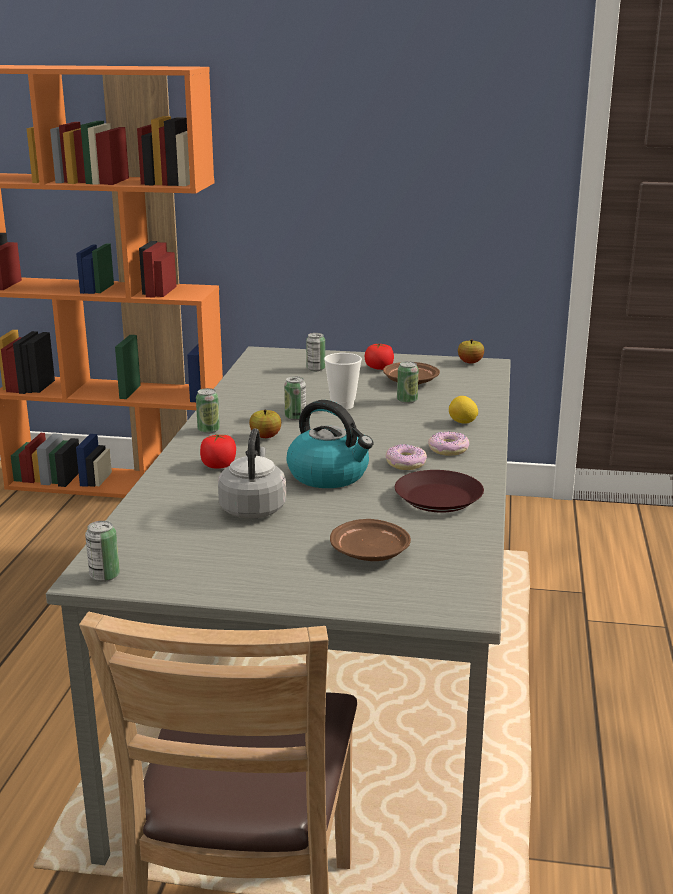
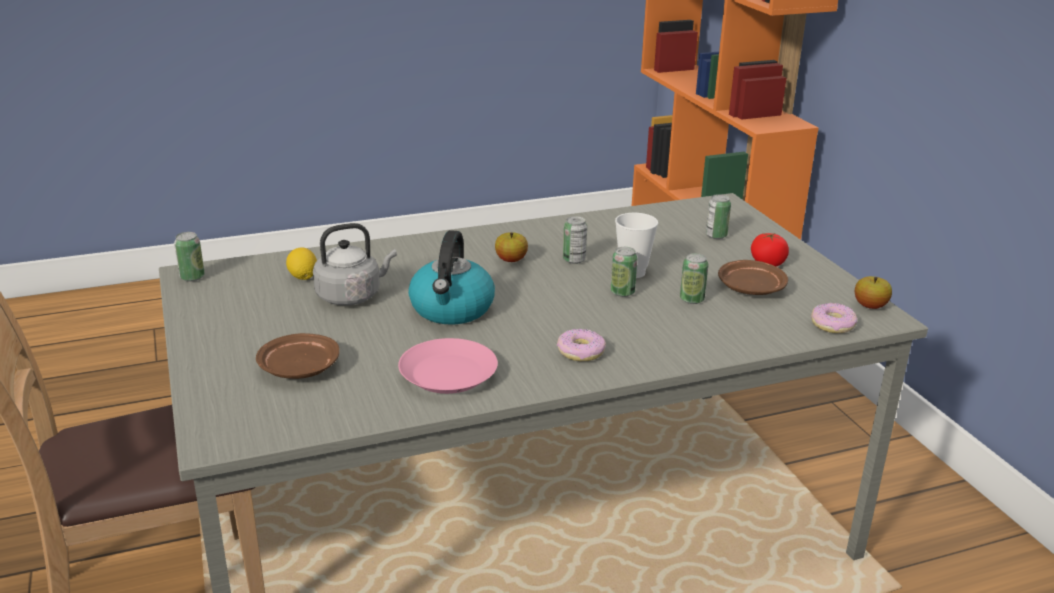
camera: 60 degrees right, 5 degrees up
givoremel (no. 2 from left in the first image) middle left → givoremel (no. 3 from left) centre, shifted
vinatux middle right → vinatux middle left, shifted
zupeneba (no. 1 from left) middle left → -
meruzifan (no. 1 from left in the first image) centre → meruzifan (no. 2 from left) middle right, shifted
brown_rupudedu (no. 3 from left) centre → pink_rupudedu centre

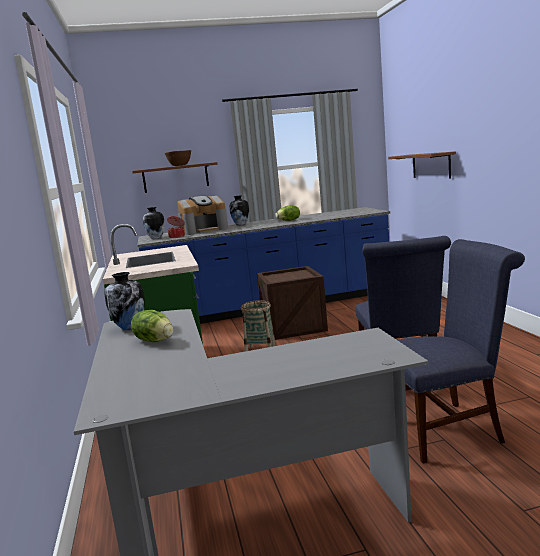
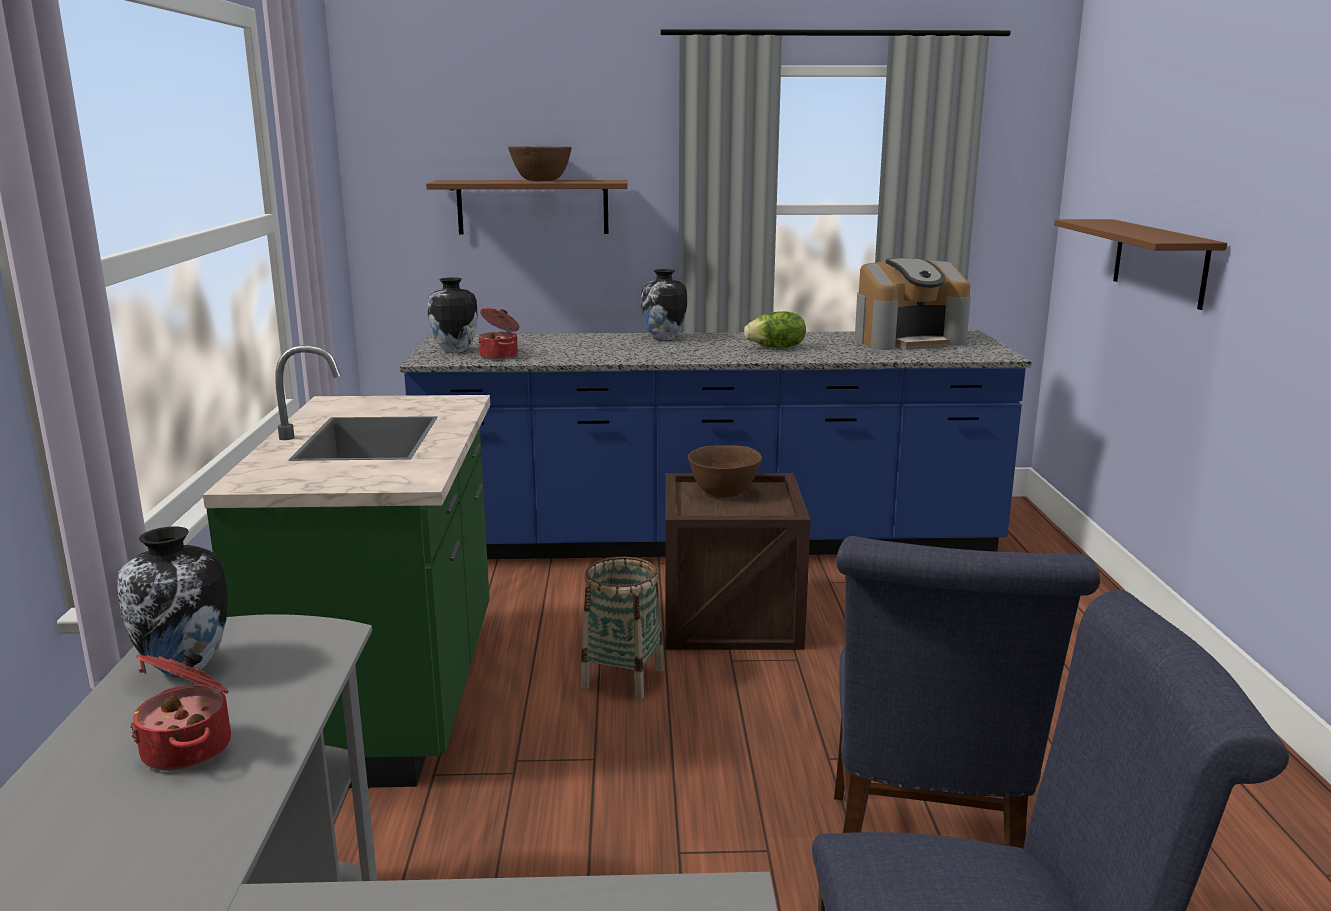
camera: 10 degrees right, 5 degrees up
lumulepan centre → lumulepan middle right, shifted
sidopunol (no. 1 from left) middle left → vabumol (no. 1 from left) bottom left
- → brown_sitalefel (no. 2 from left) centre

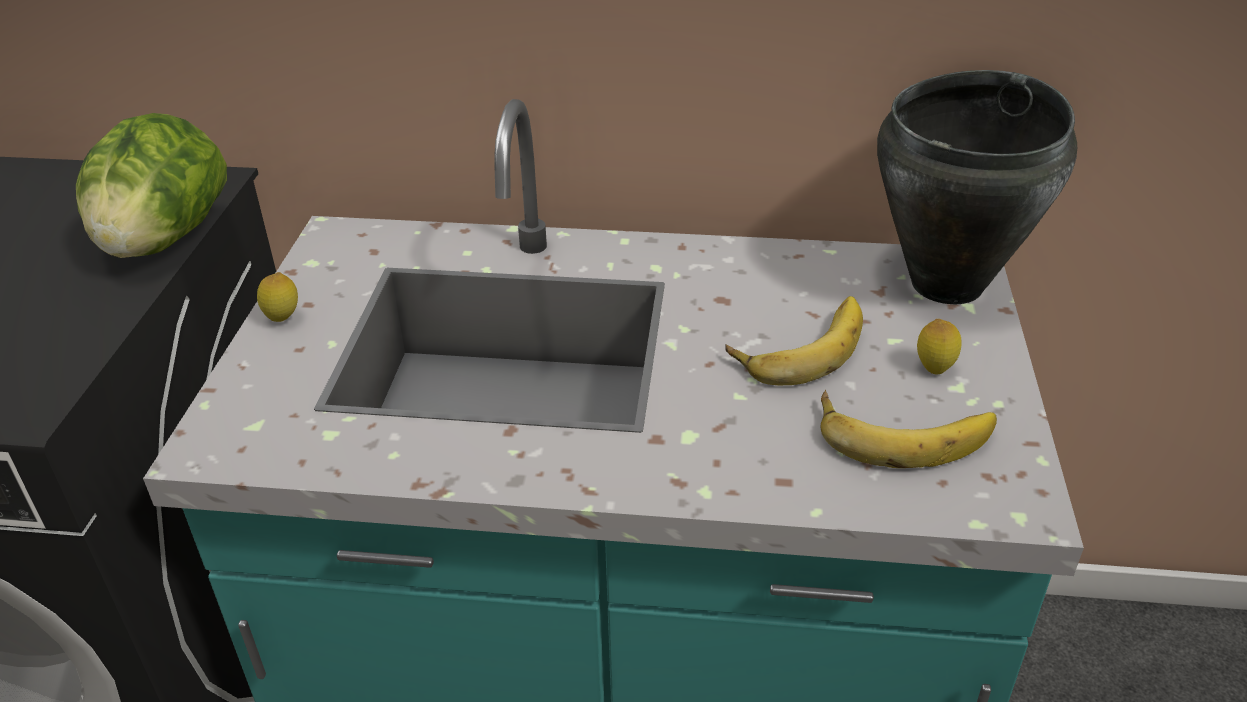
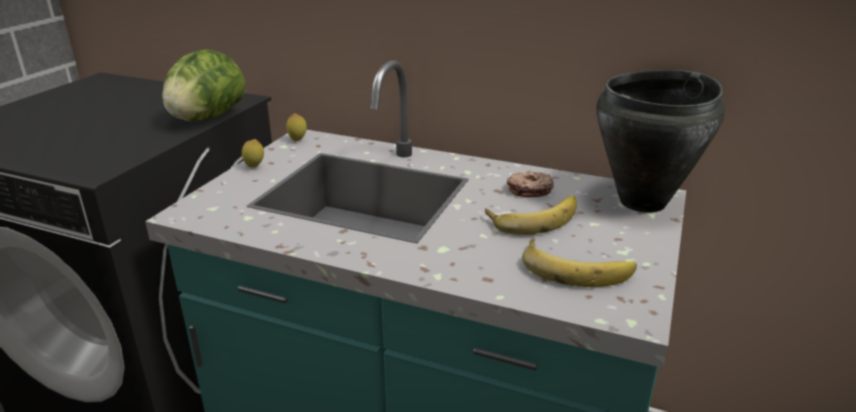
camera: 15 degrees right, 10 degrees down
vinatux (no. 2 from left) middle right → vinatux (no. 2 from left) top centre, shifted
- → meruzifan centre

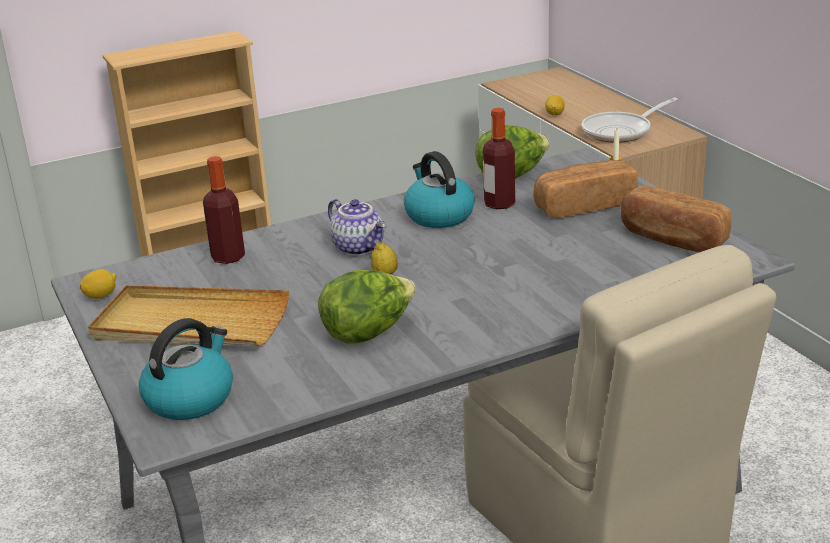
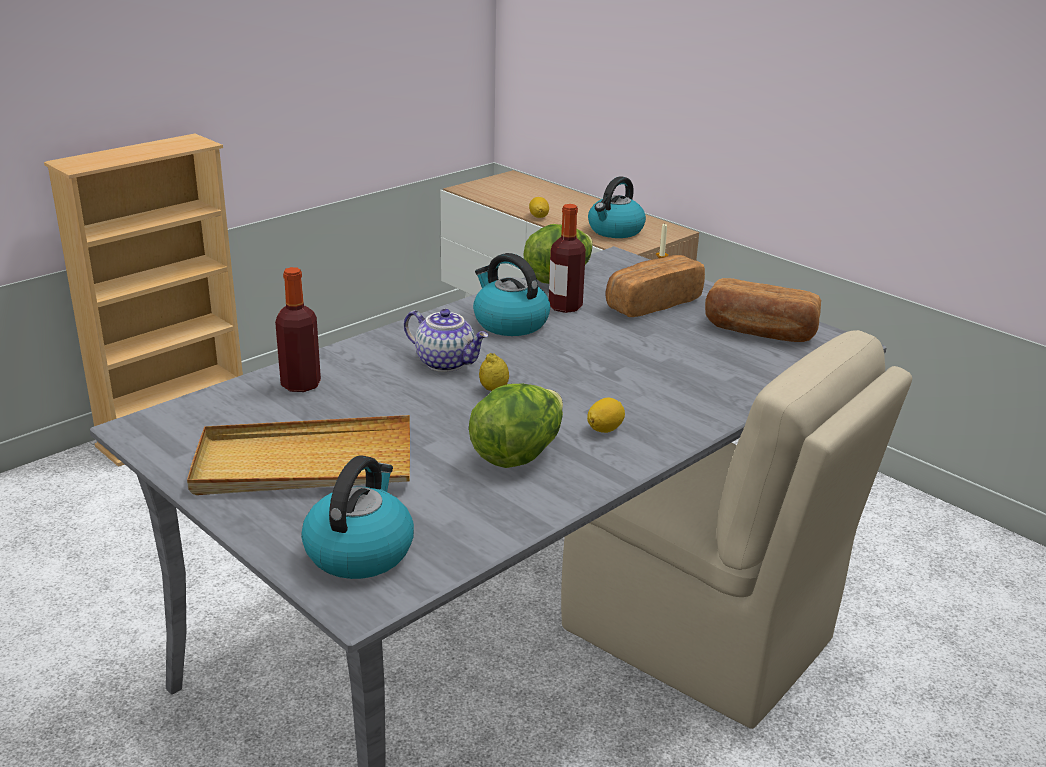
camera: 20 degrees left, 0 degrees up
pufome top right → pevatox (no. 3 from left) top centre
vinatux (no. 1 from left in the first image) middle left → vinatux (no. 3 from left) centre, shifted

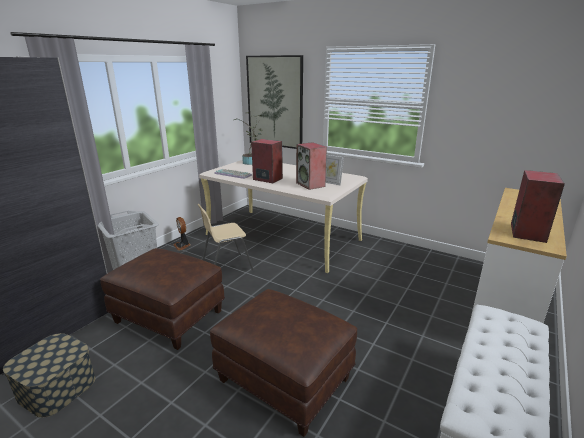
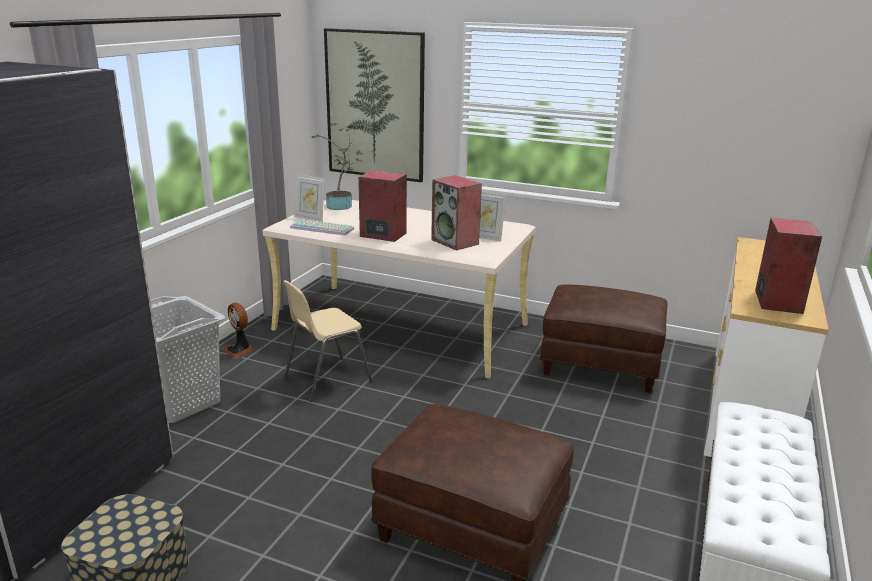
camera: 10 degrees left, 0 degrees up
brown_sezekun (no. 1 from left in the first image) bottom left → brown_sezekun (no. 2 from left) middle right, shifted
- → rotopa (no. 1 from left) centre

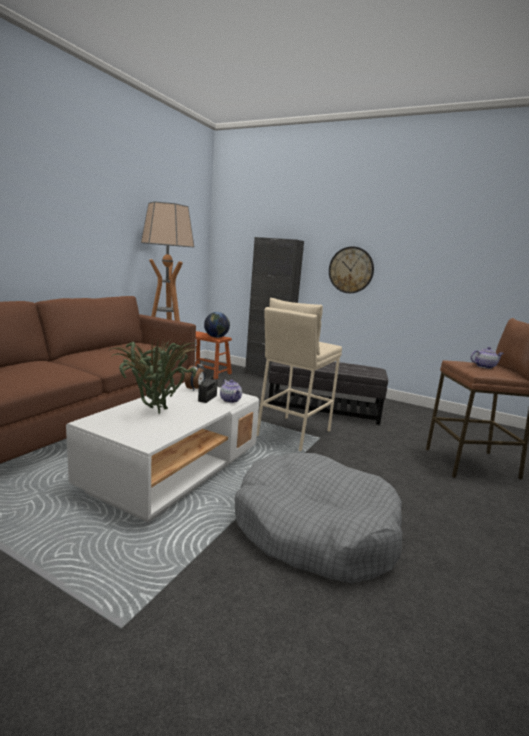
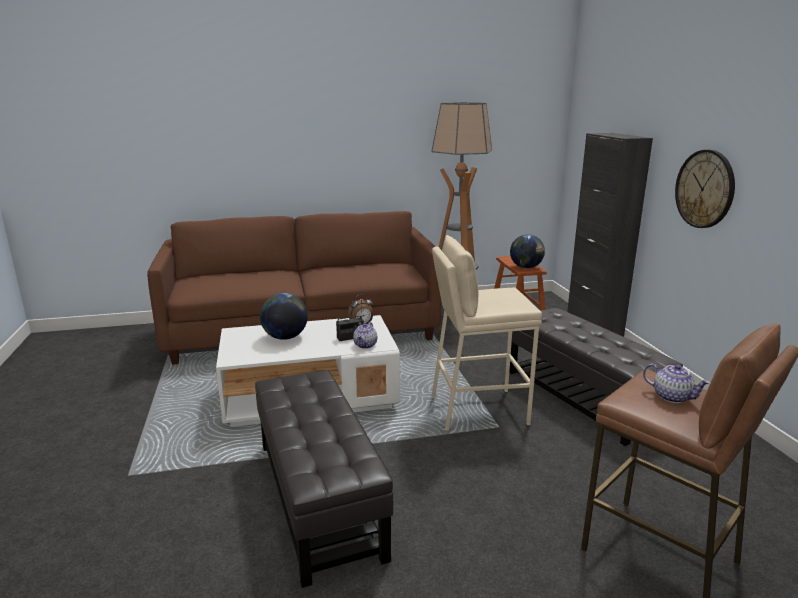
camera: 50 degrees right, 5 degrees up
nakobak middle left → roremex (no. 1 from left) centre
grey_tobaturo bottom centre → black_sezekun (no. 1 from left) bottom centre

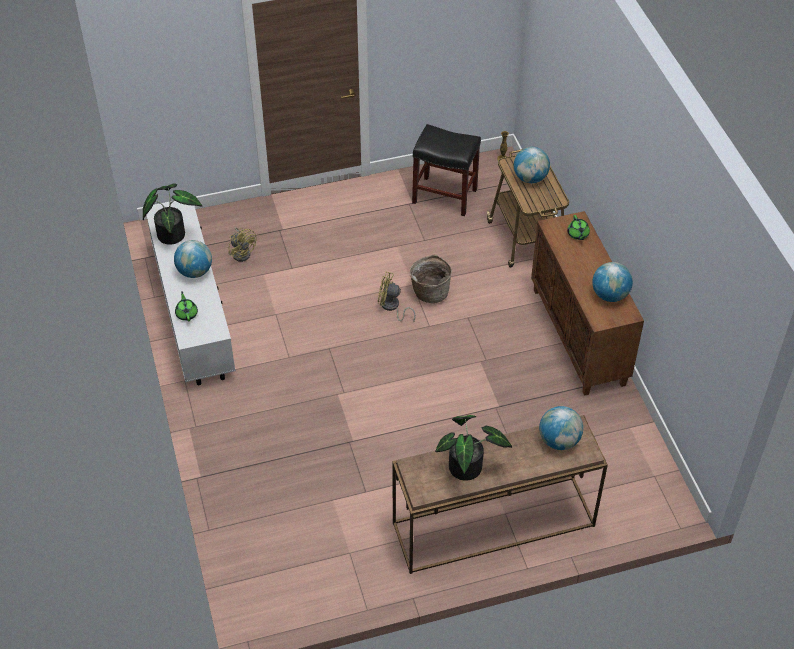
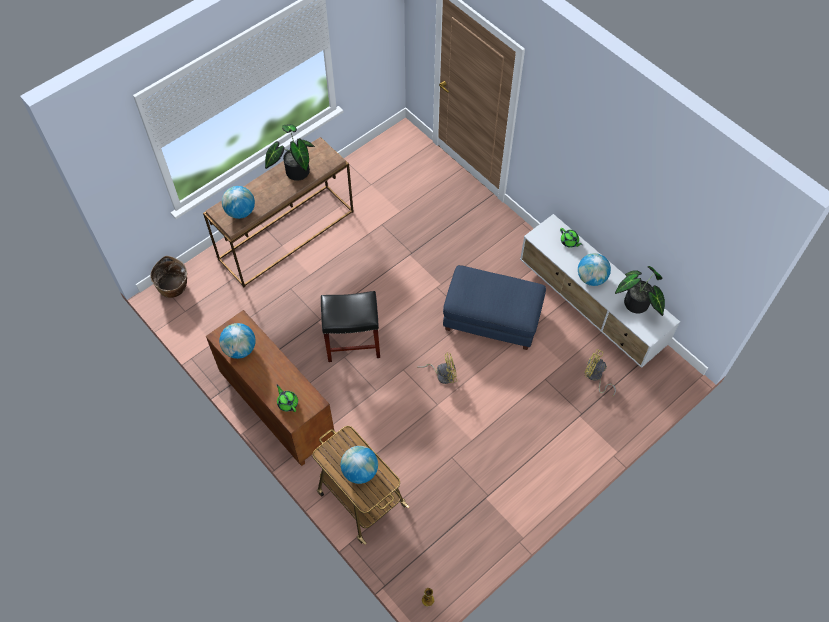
camera: 155 degrees right, 10 degrees up
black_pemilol top centre → black_pemilol centre, shifted
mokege centre → mokege middle left, shifted
- → blue_sezekun centre

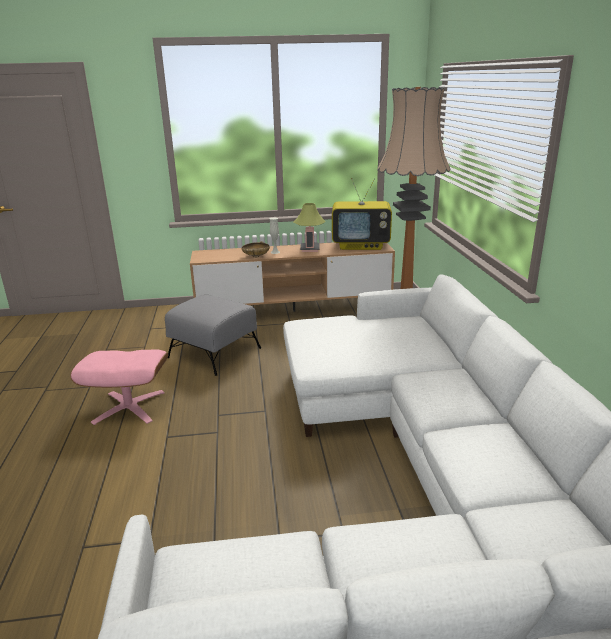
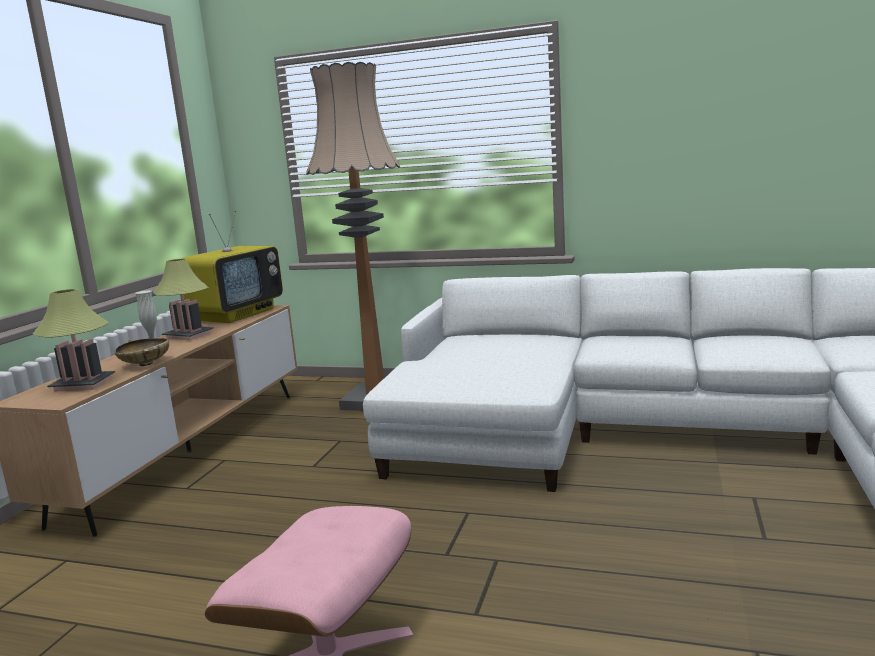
camera: 65 degrees left, 10 degrees down
grey_sezekun centre → -
- → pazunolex (no. 1 from left) middle left

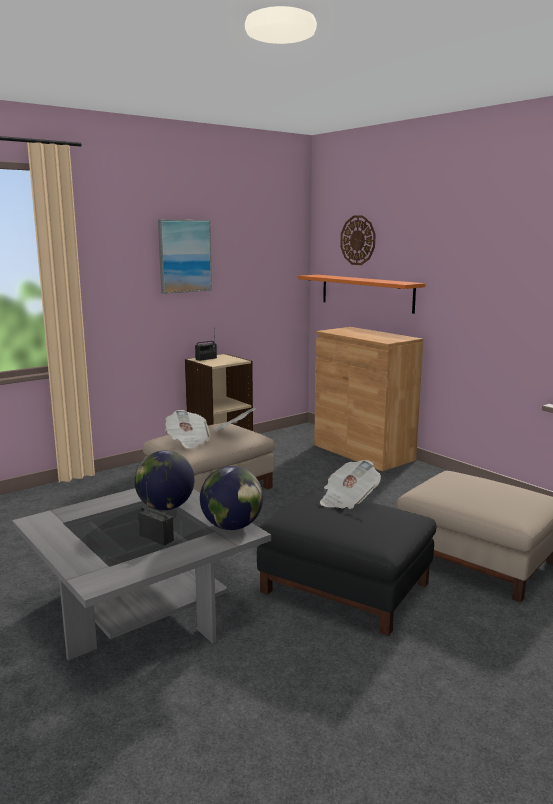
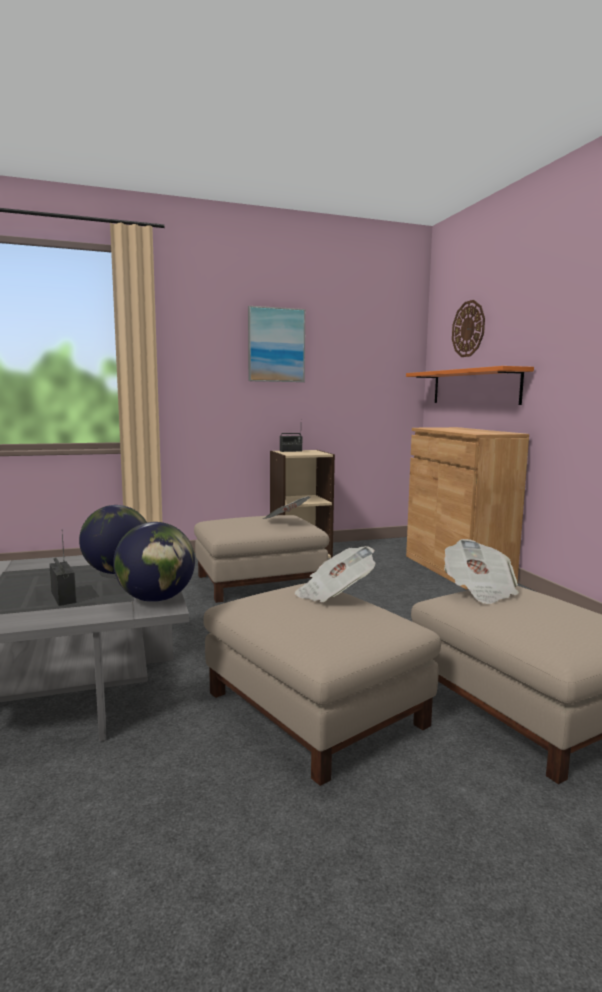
camera: 20 degrees right, 5 degrees down
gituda (no. 1 from left in the first image) centre → gituda (no. 3 from left) middle right, shifted
black_sezekun bottom centre → beige_sezekun (no. 2 from left) bottom centre

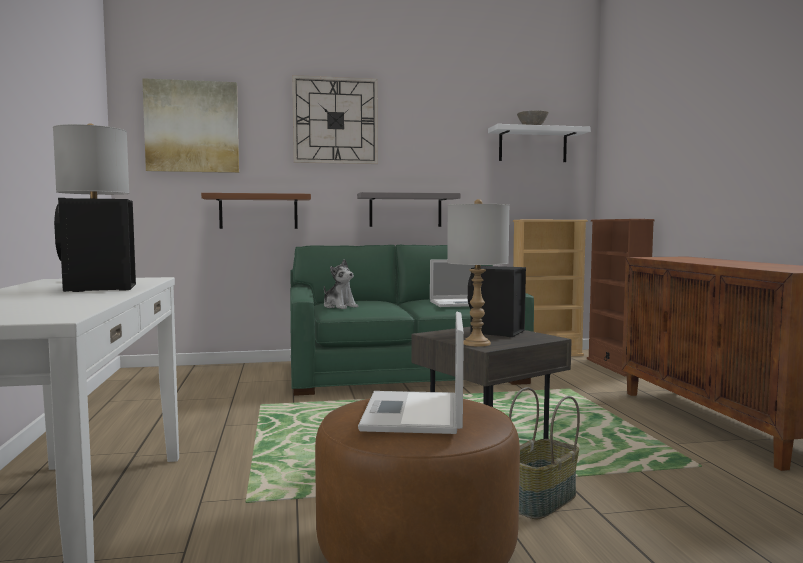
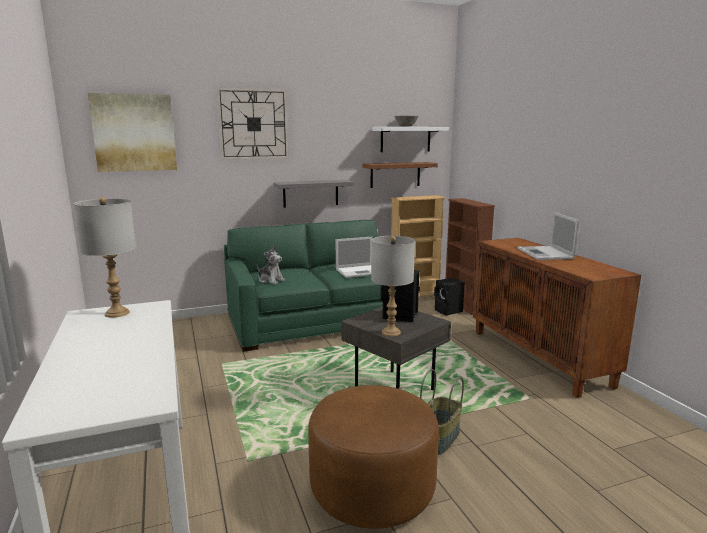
camera: 10 degrees left, 10 degrees up
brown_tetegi middle left → brown_tetegi top centre, shifted
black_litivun (no. 1 from left in the first image) middle left → black_litivun (no. 2 from left) centre, shifted
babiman (no. 1 from left in the first image) centre → babiman (no. 2 from left) middle right, shifted

